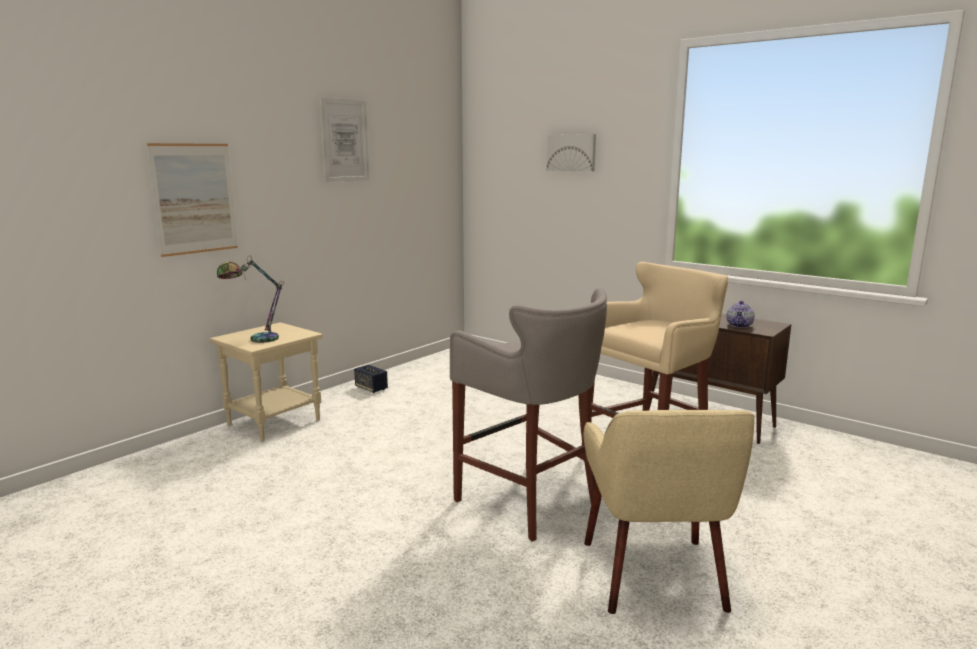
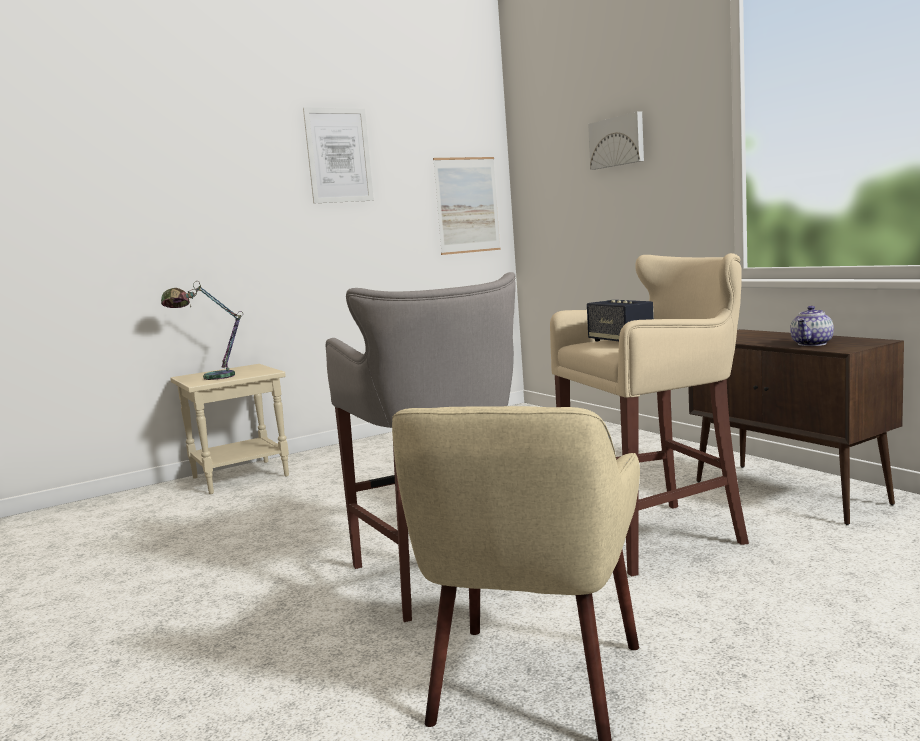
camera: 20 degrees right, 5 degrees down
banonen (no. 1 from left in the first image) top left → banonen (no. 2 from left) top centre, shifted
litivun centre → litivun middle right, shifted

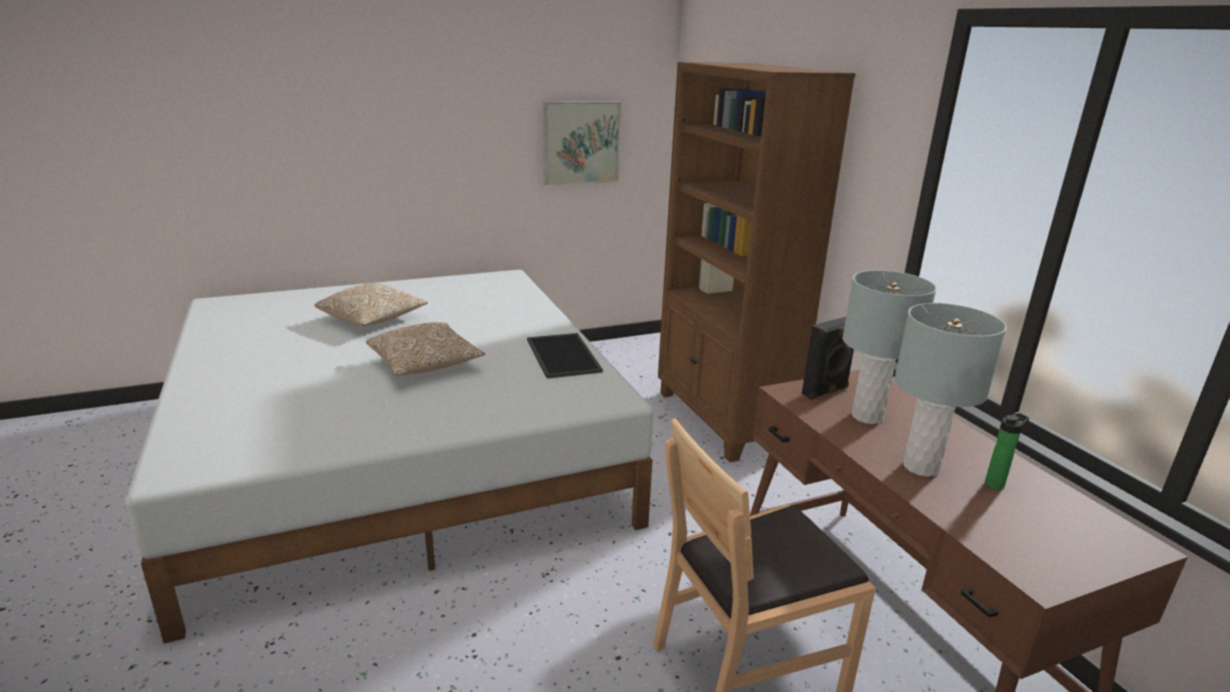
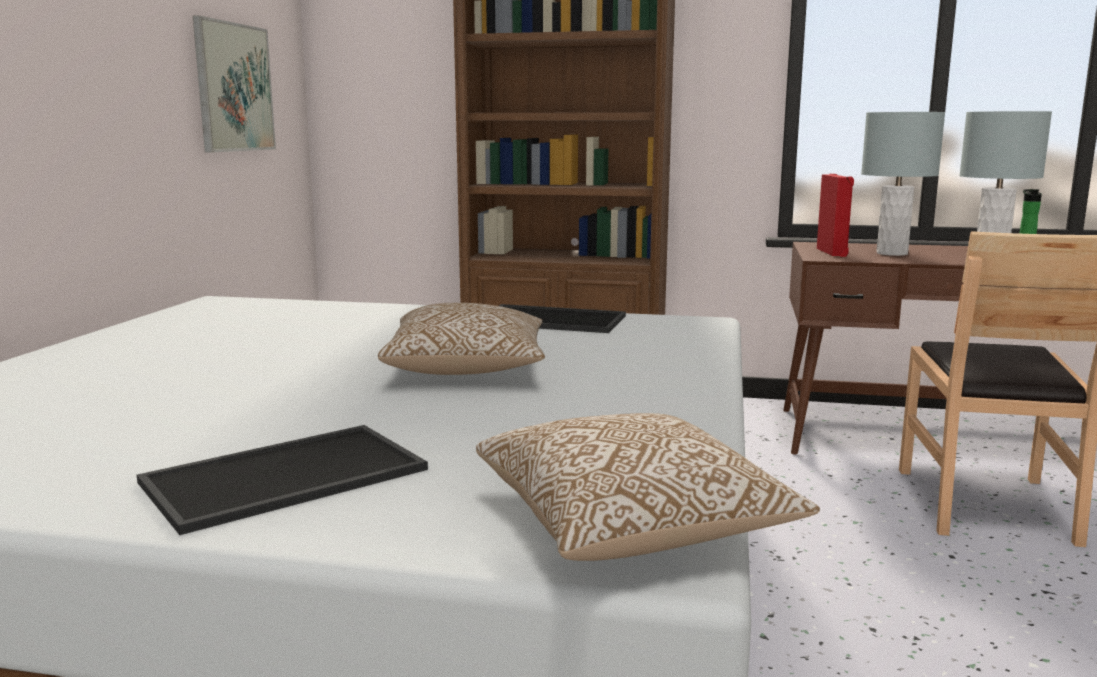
camera: 55 degrees left, 10 degrees down
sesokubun (no. 1 from left in the first image) middle left → sesokubun (no. 2 from left) bottom centre, shifted
black_litivun middle right → red_litivun top right
- → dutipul (no. 1 from left) bottom left

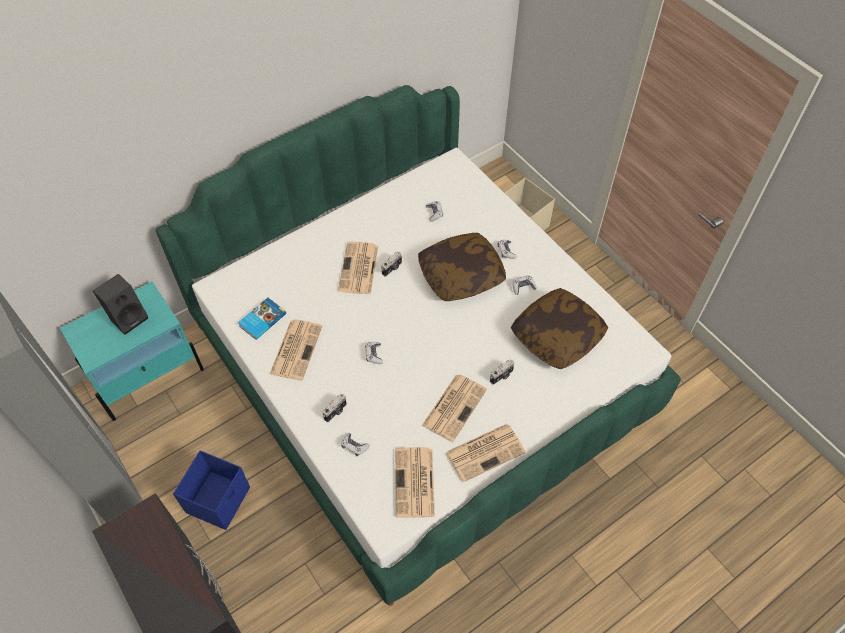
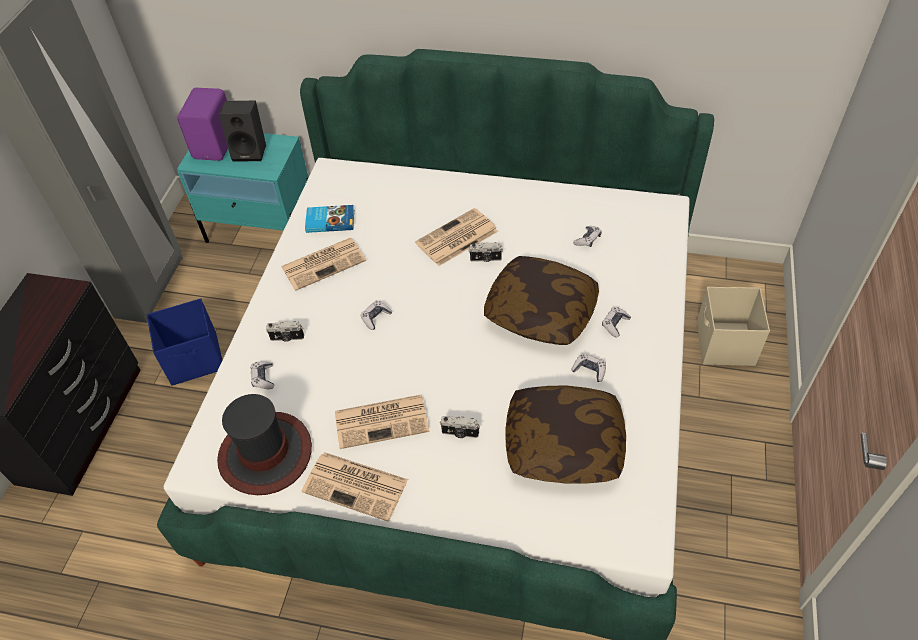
camera: 50 degrees right, 5 degrees down
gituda (no. 3 from left) bottom centre → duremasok bottom left
- → purple_litivun top left

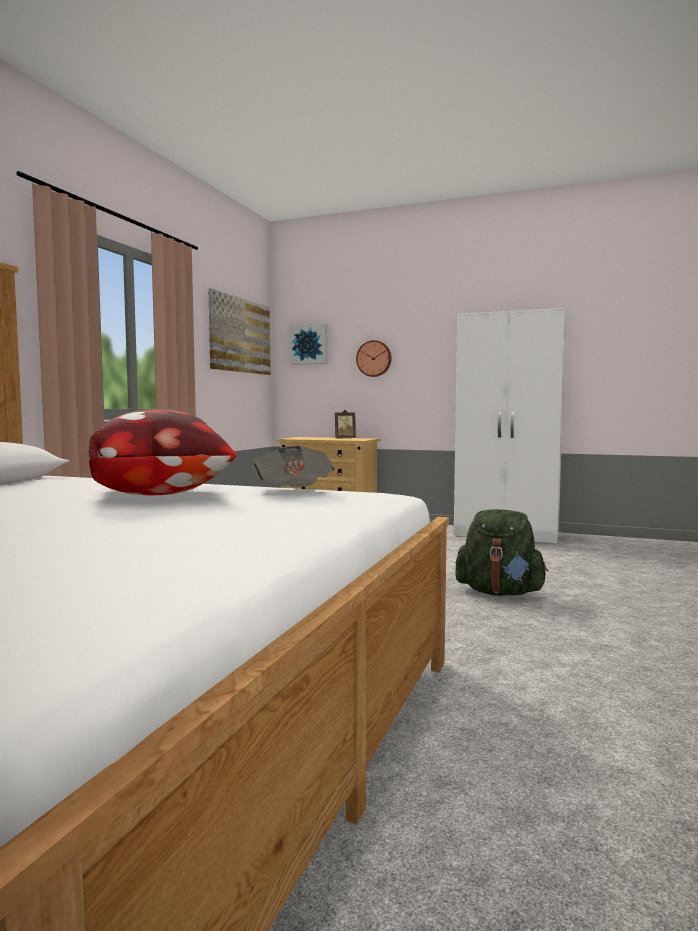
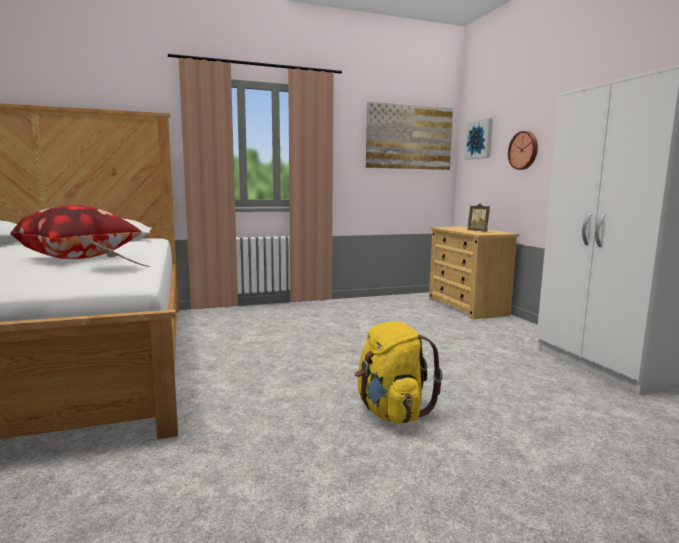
camera: 50 degrees right, 5 degrees up
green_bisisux middle right → yellow_bisisux bottom centre

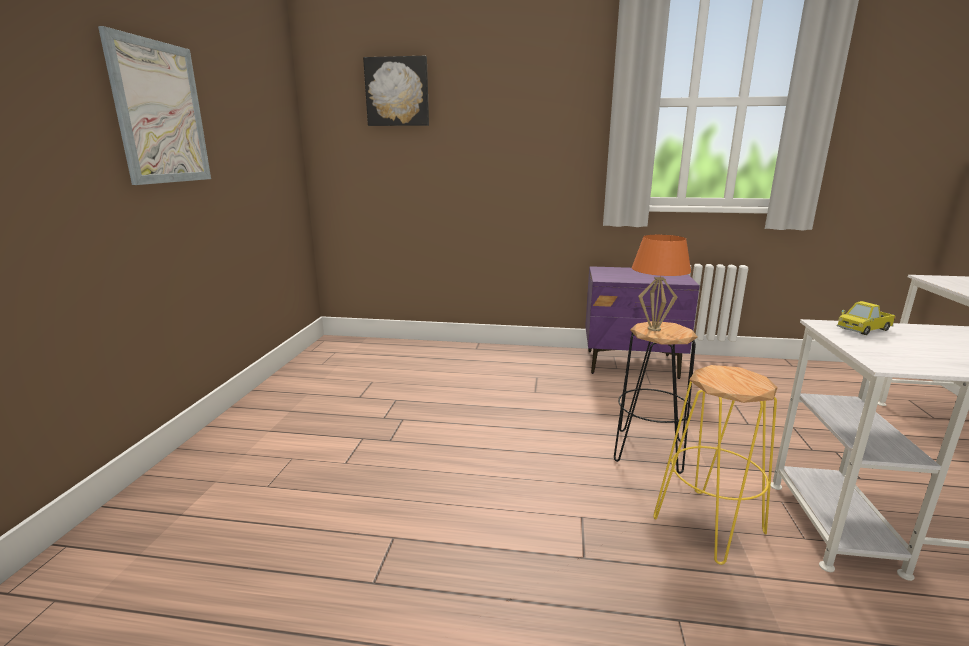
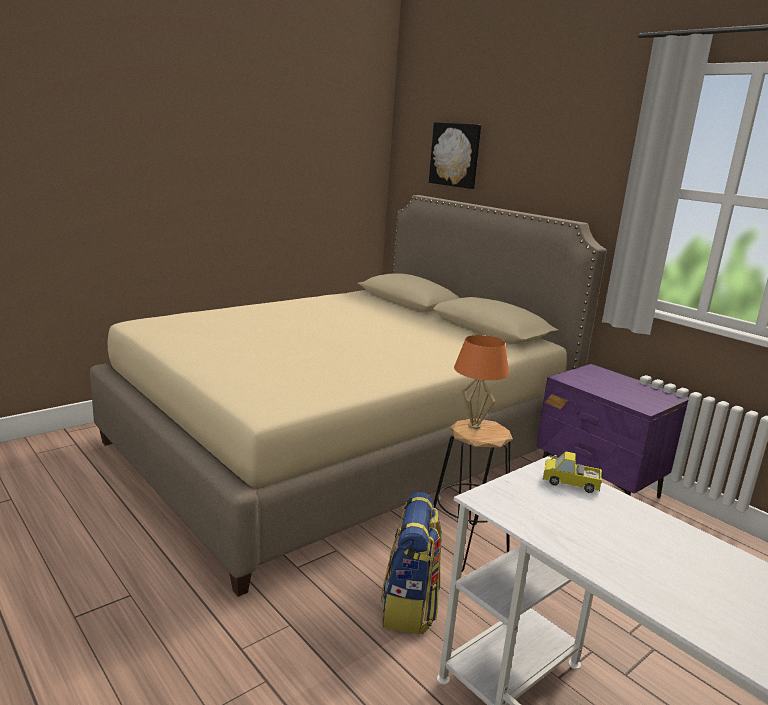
camera: 40 degrees right, 0 degrees up
banonen (no. 1 from left) top left → -
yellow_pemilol bottom right → bisisux bottom centre
- → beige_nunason centre

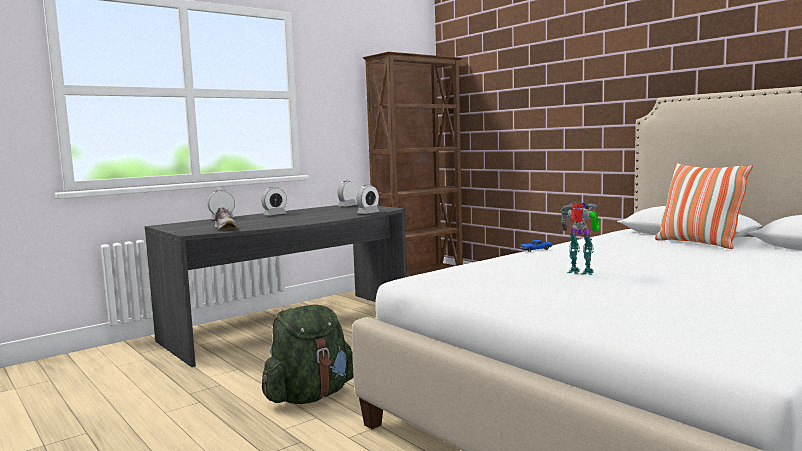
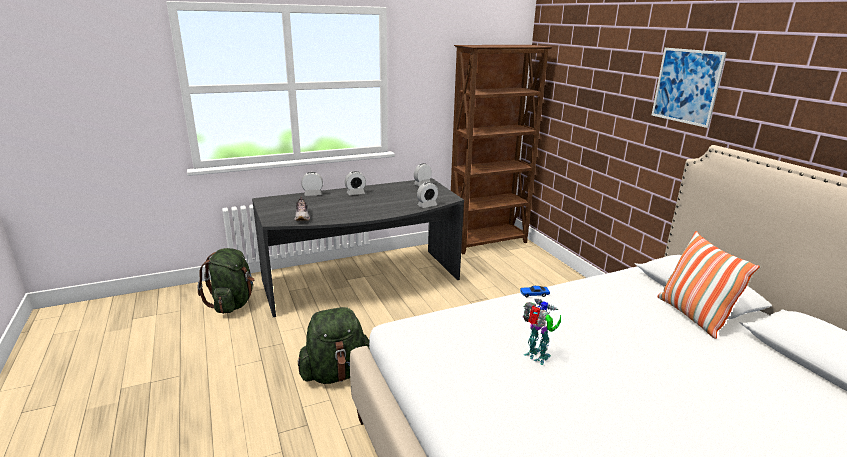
camera: 15 degrees right, 15 degrees up
- → banonen top right
- → green_bisisux (no. 1 from left) middle left

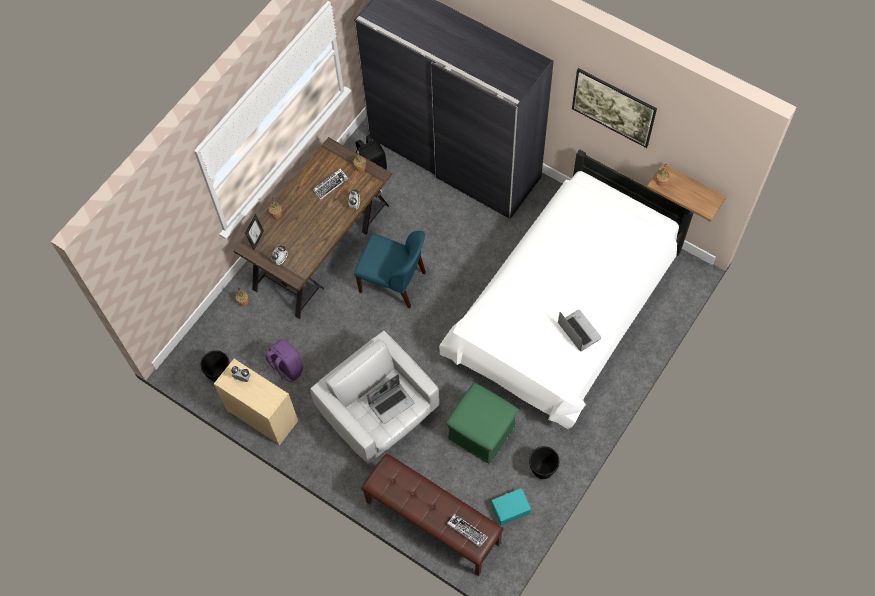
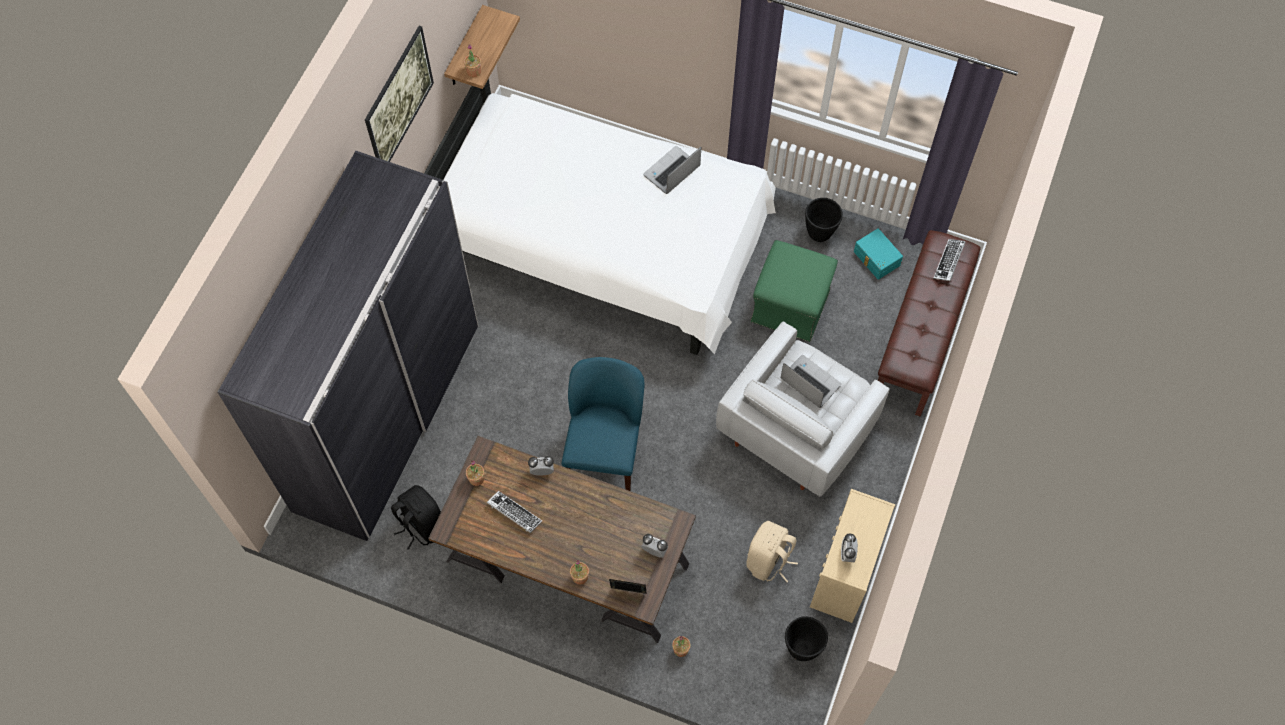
camera: 105 degrees left, 0 degrees up
purple_bisisux middle left → beige_bisisux bottom centre

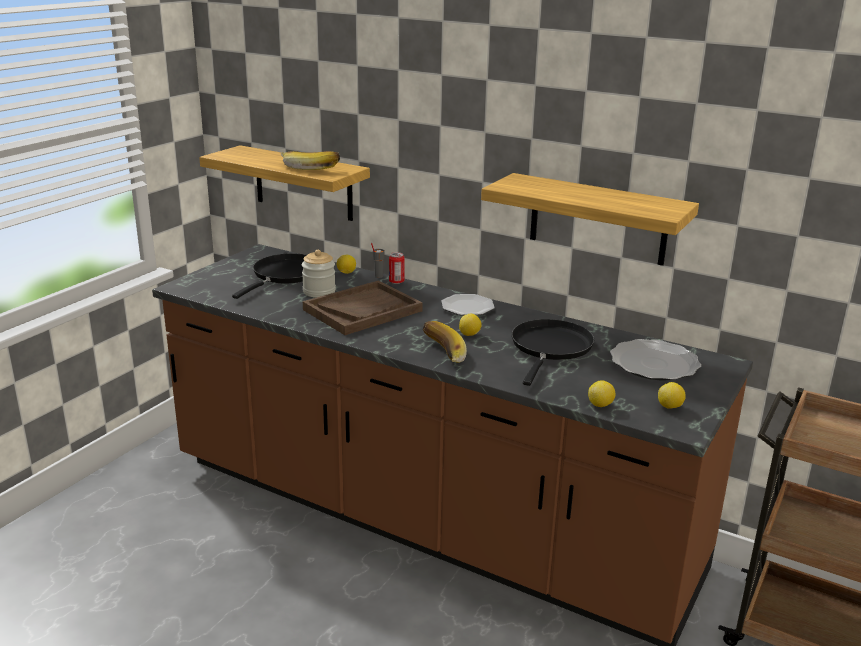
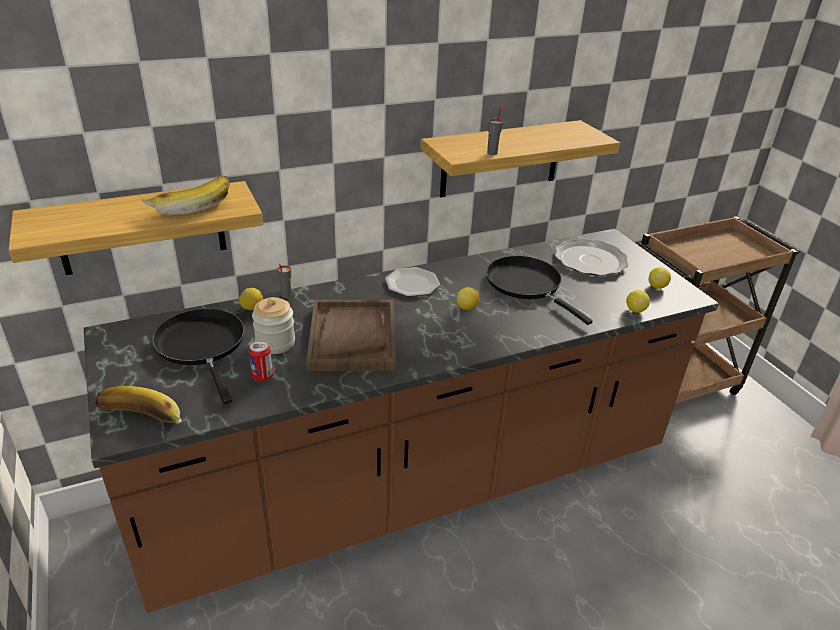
camera: 55 degrees left, 10 degrees up
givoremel centre → givoremel middle left, shifted
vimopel (no. 2 from left in the first image) centre → vimopel (no. 1 from left) middle left, shifted
- → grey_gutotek (no. 2 from left) top centre

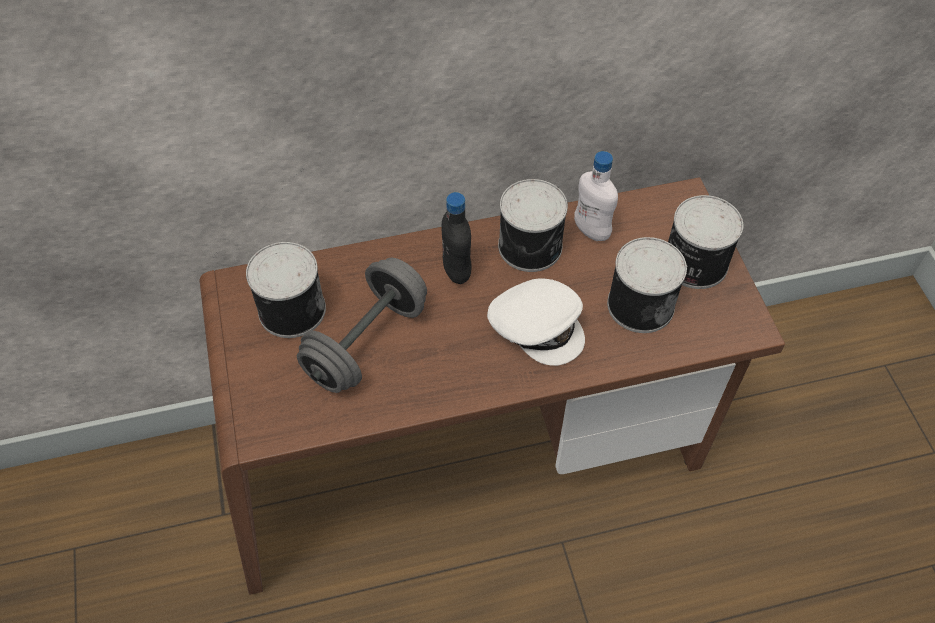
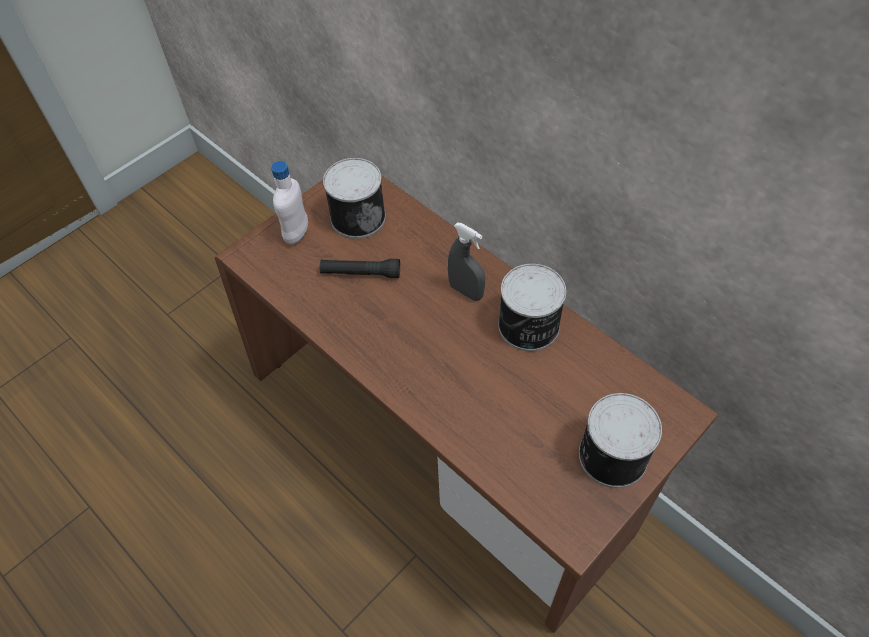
camera: 60 degrees right, 0 degrees up
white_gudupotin top centre → white_gudupotin top left, shifted
black_gudupotin centre → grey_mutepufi centre
givoremel (no. 3 from left) middle right → -
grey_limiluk centre → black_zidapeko centre
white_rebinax centre → -

